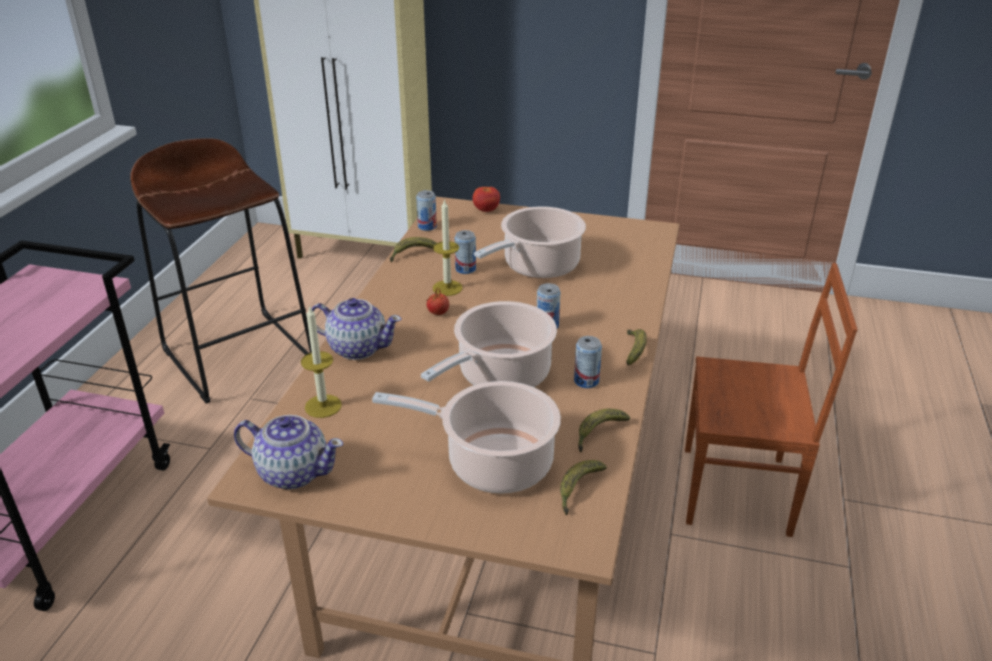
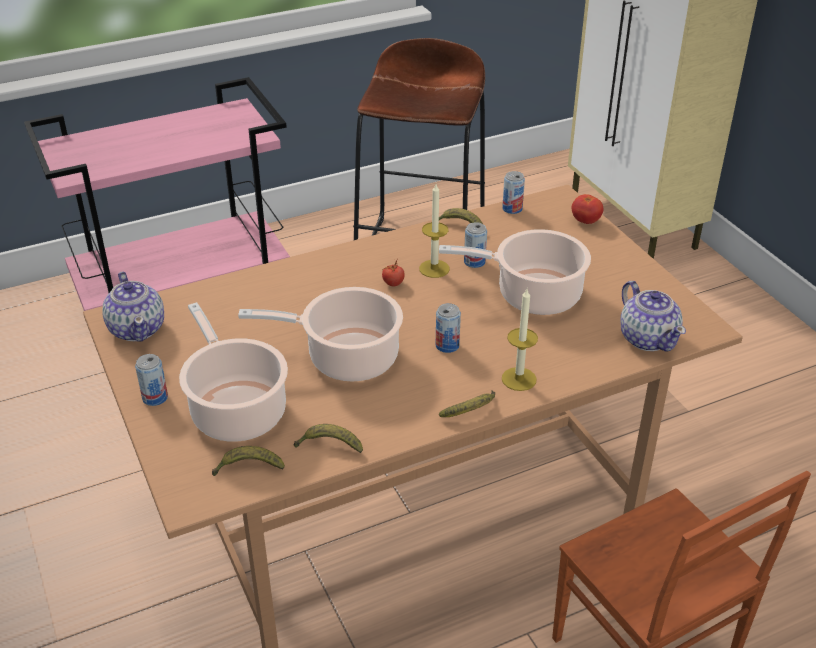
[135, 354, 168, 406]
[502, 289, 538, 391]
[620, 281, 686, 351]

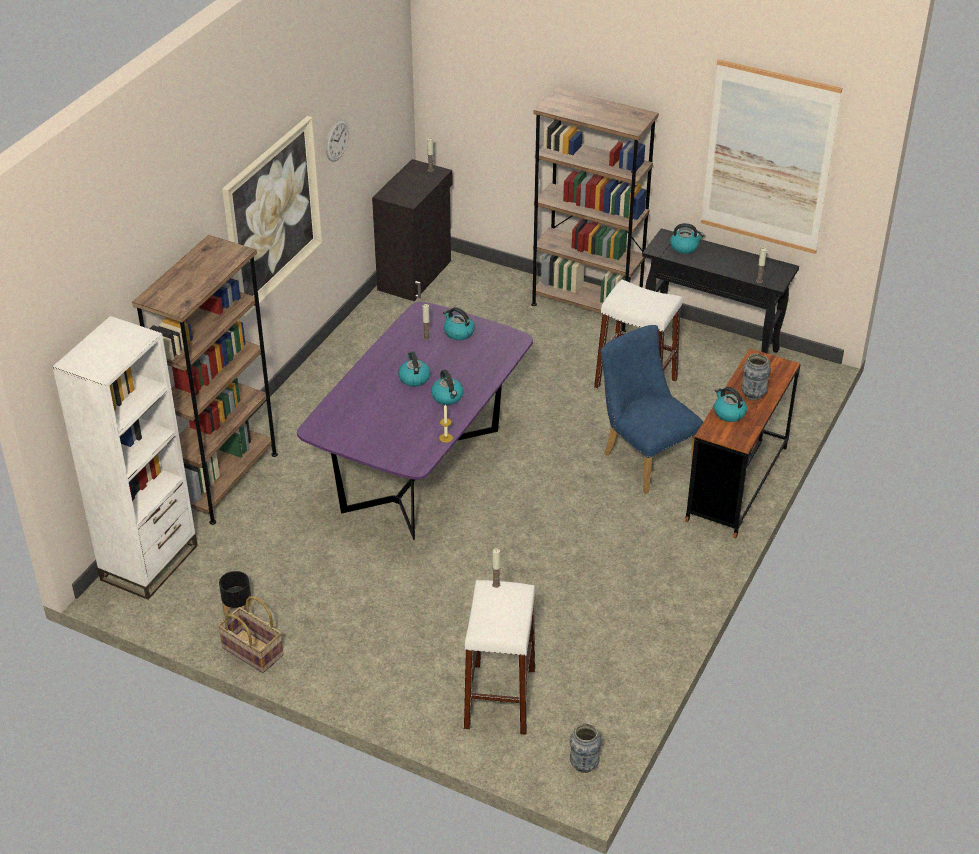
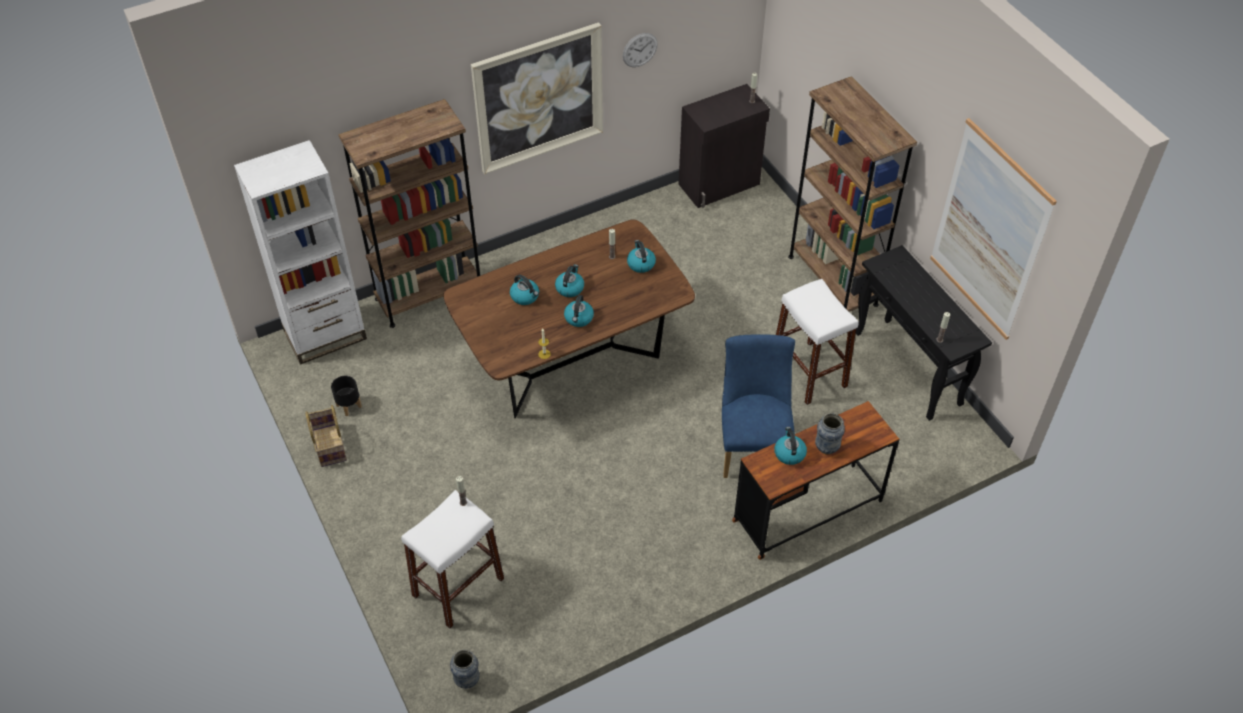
[443, 219, 695, 419]
[510, 275, 539, 305]

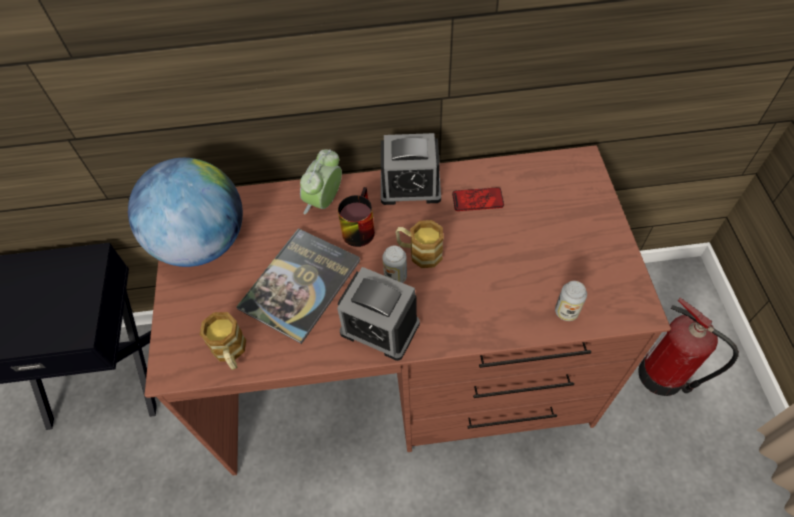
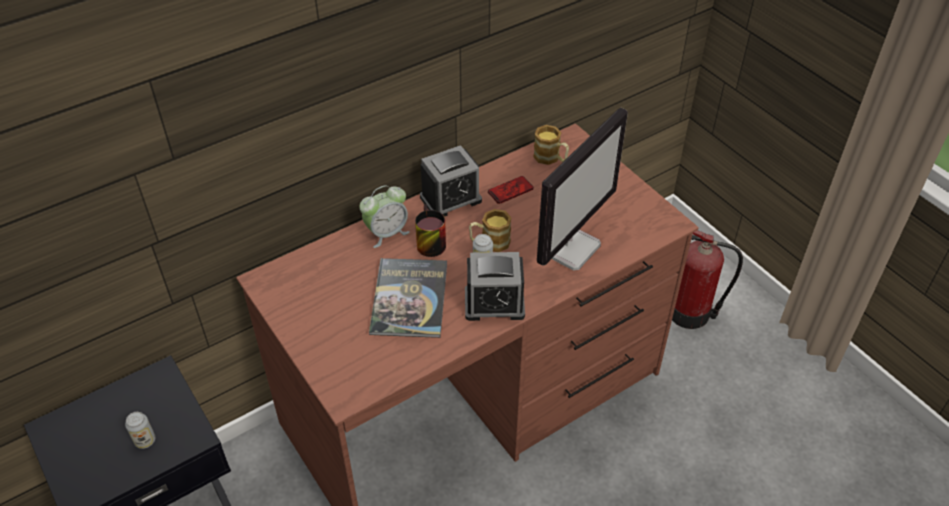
[125, 412, 155, 449]
[359, 185, 410, 248]
[533, 125, 569, 165]
[537, 108, 628, 270]
[128, 158, 243, 267] (first image)

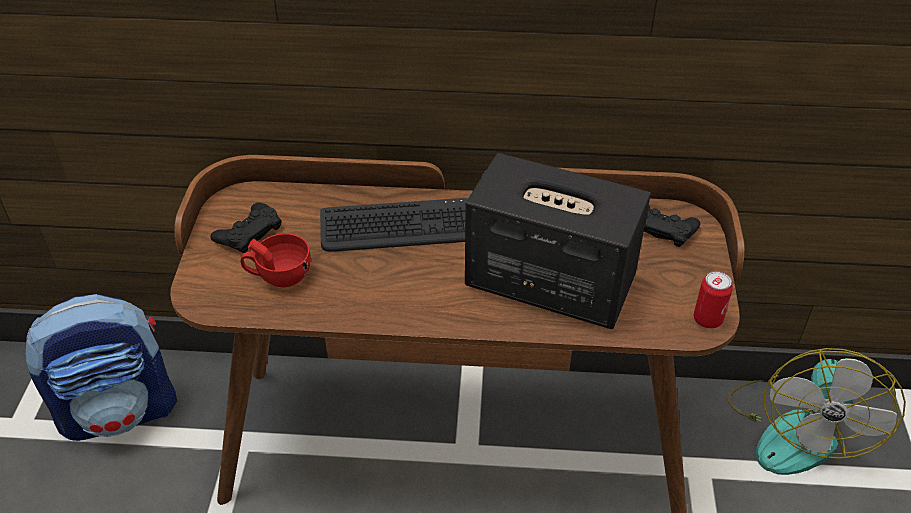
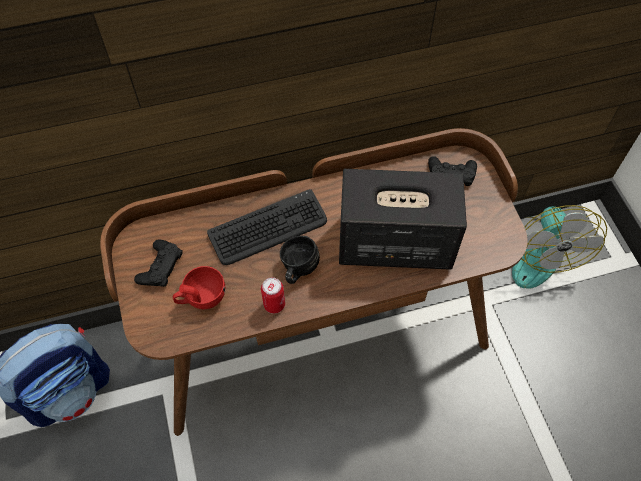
[261, 277, 285, 314]
[280, 235, 320, 284]

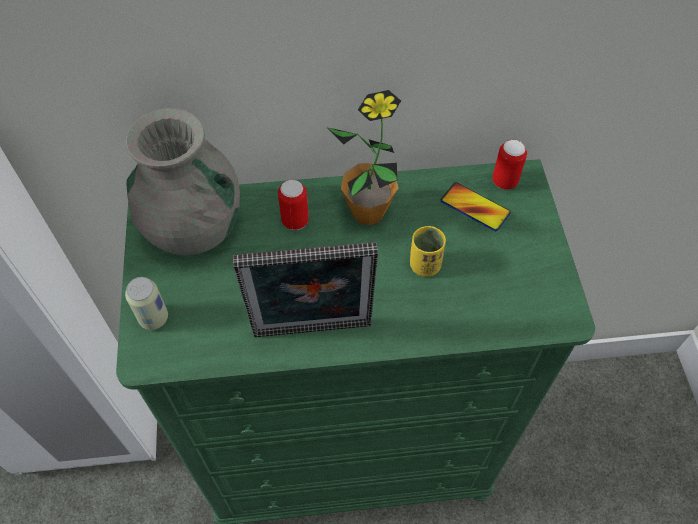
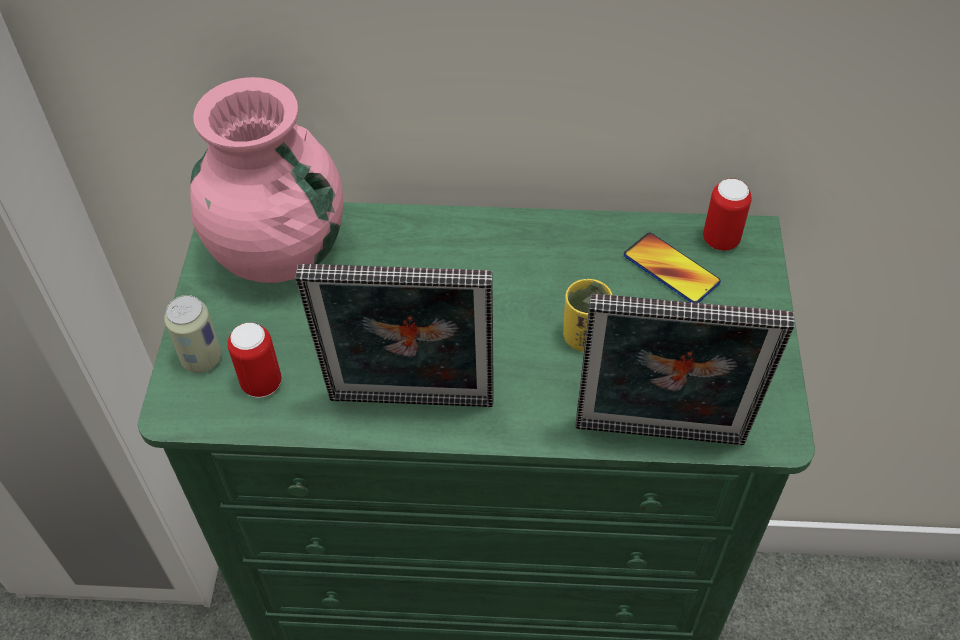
[190, 77, 343, 283]
[228, 322, 281, 398]
[576, 294, 795, 445]
[326, 90, 401, 225] (first image)

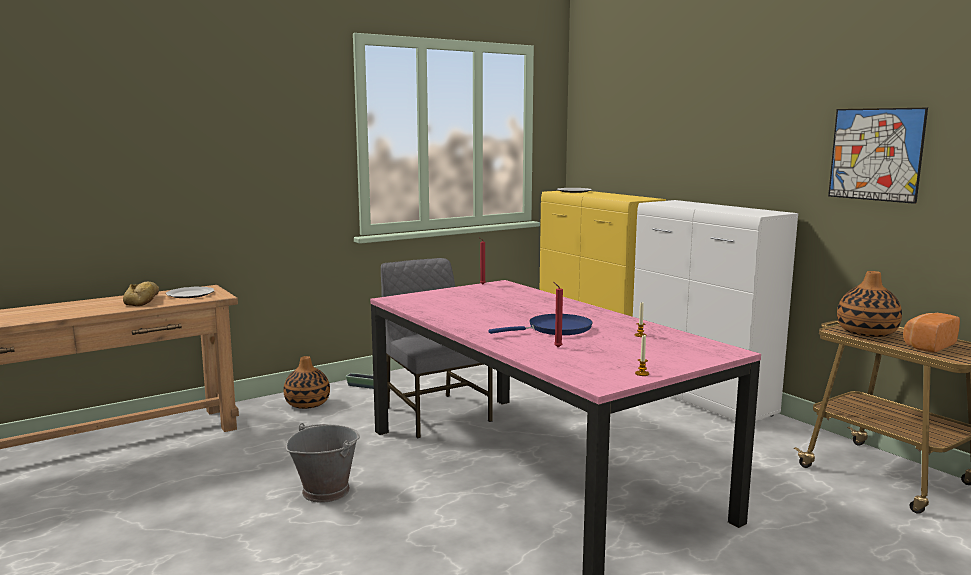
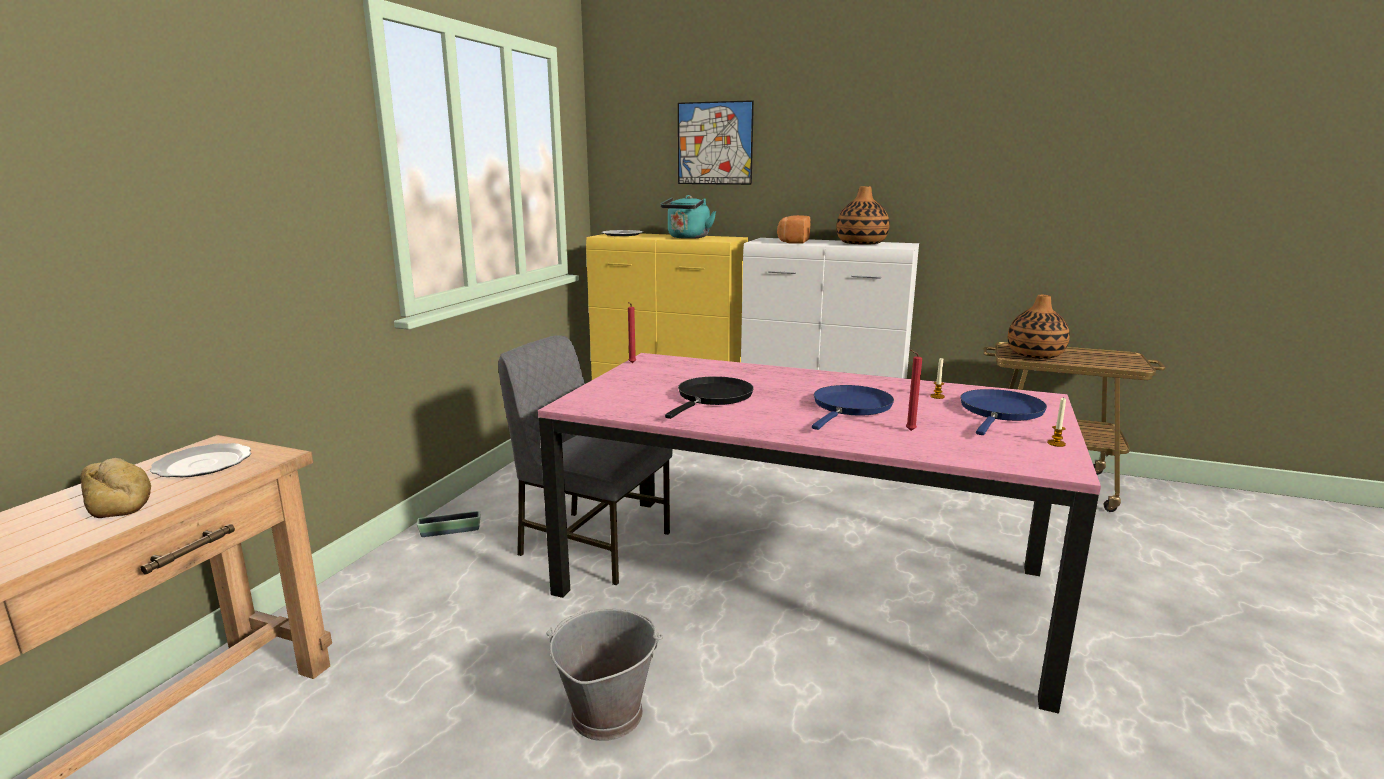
[660, 195, 716, 239]
[665, 376, 754, 419]
[678, 100, 754, 185]
[777, 215, 810, 244]
[836, 186, 890, 245]
[960, 389, 1047, 435]

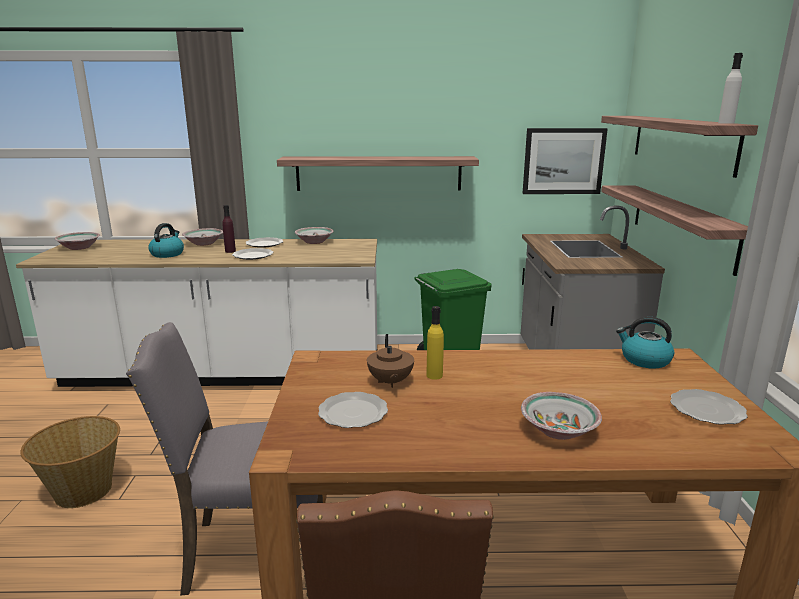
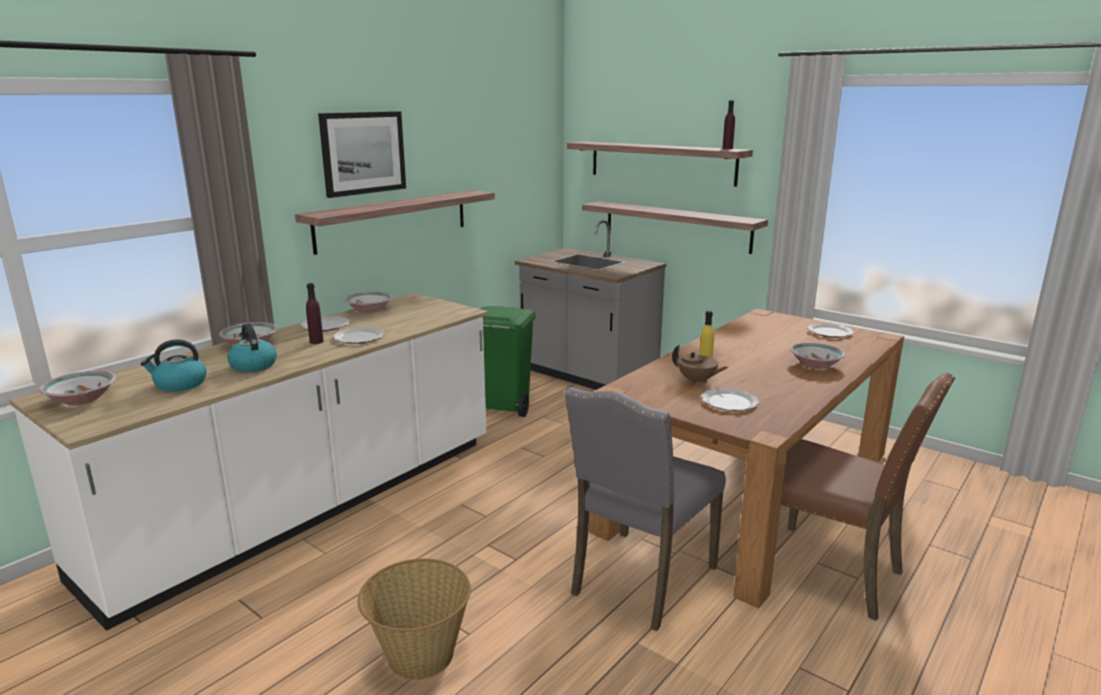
[140, 339, 207, 392]
[318, 111, 406, 198]
[722, 100, 735, 149]

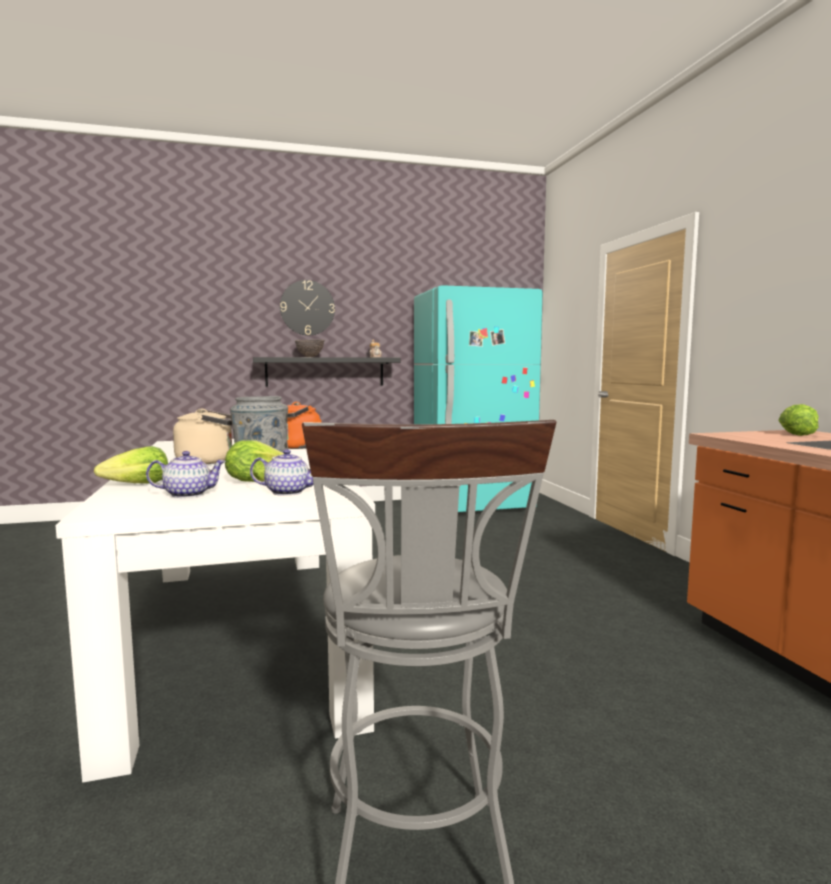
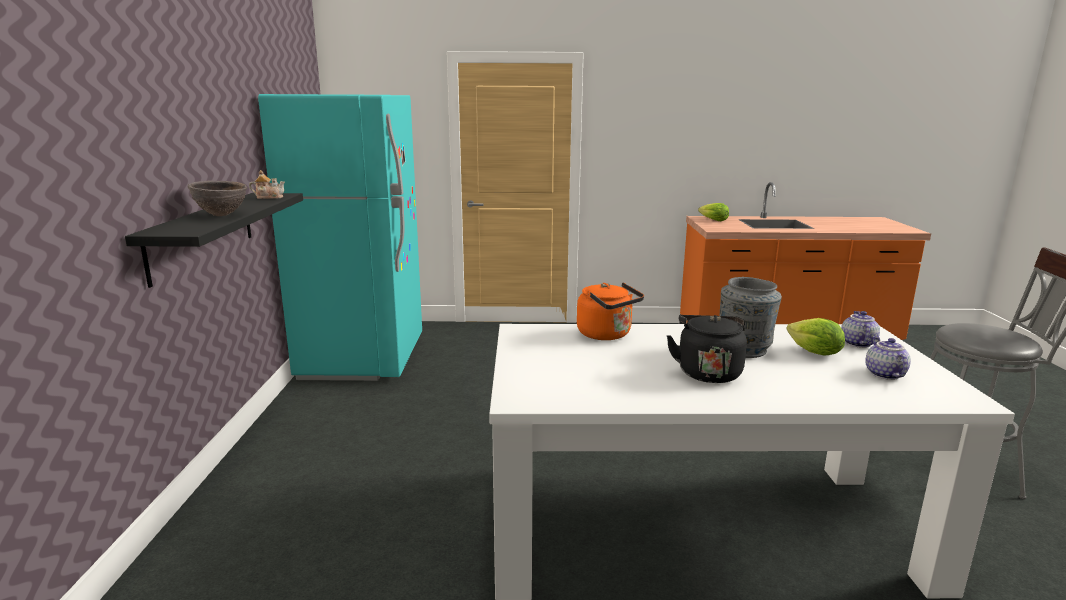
[667, 315, 747, 383]
[94, 446, 168, 483] (first image)
[280, 280, 335, 336] (first image)

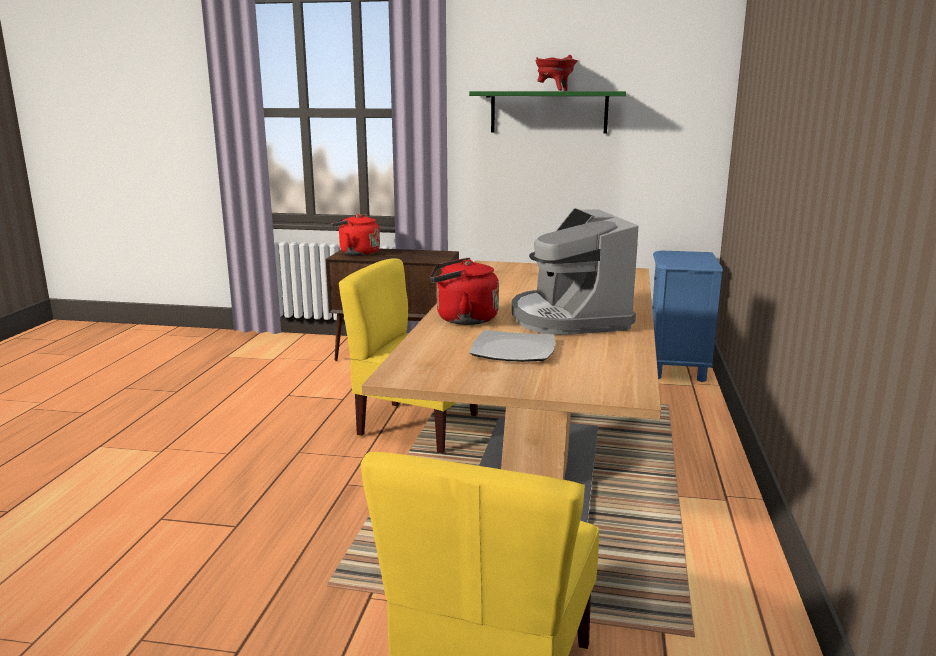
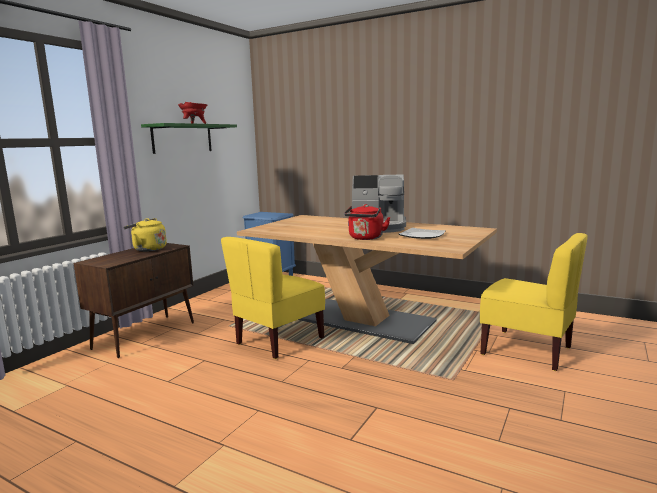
[124, 218, 167, 251]
[331, 214, 380, 256] (first image)

